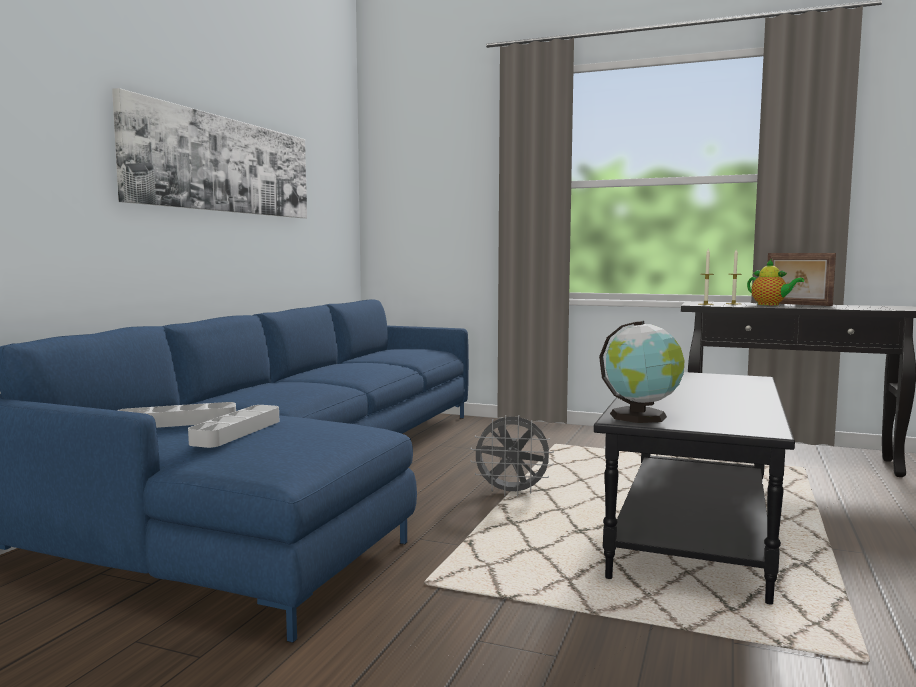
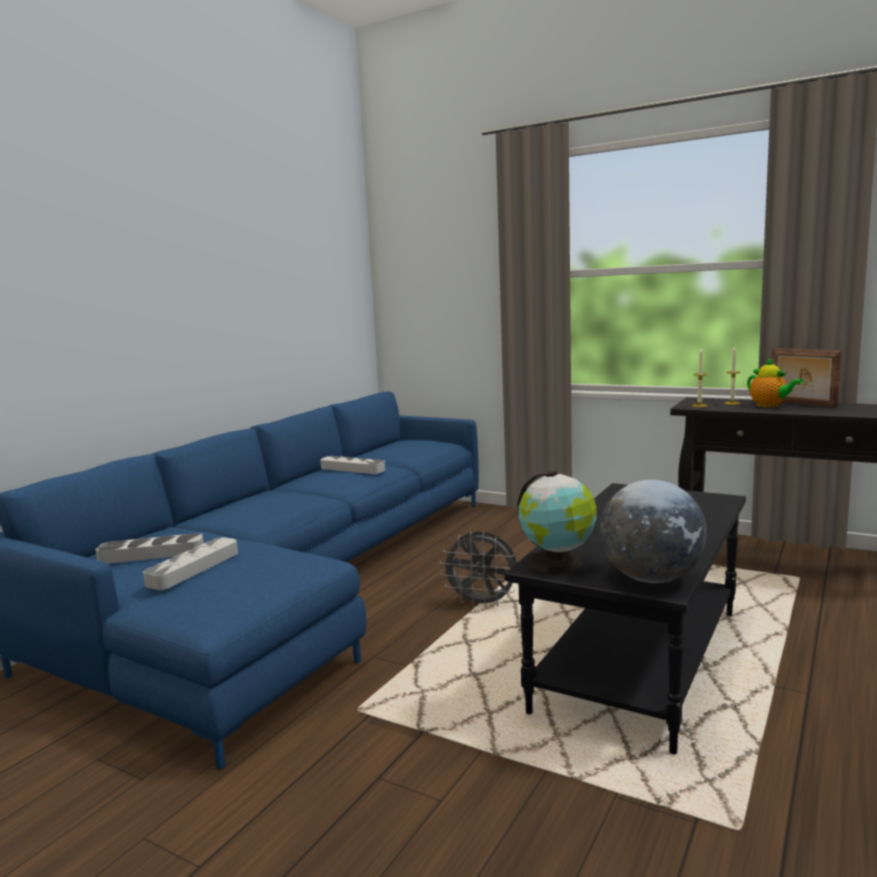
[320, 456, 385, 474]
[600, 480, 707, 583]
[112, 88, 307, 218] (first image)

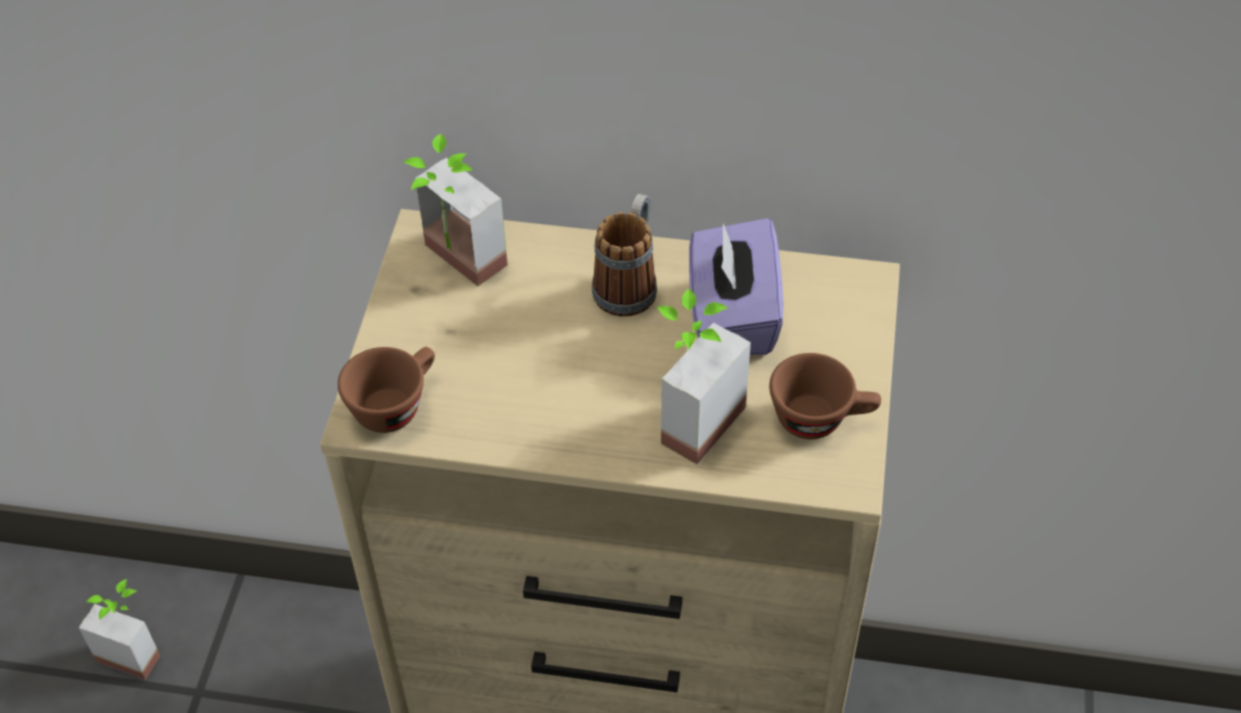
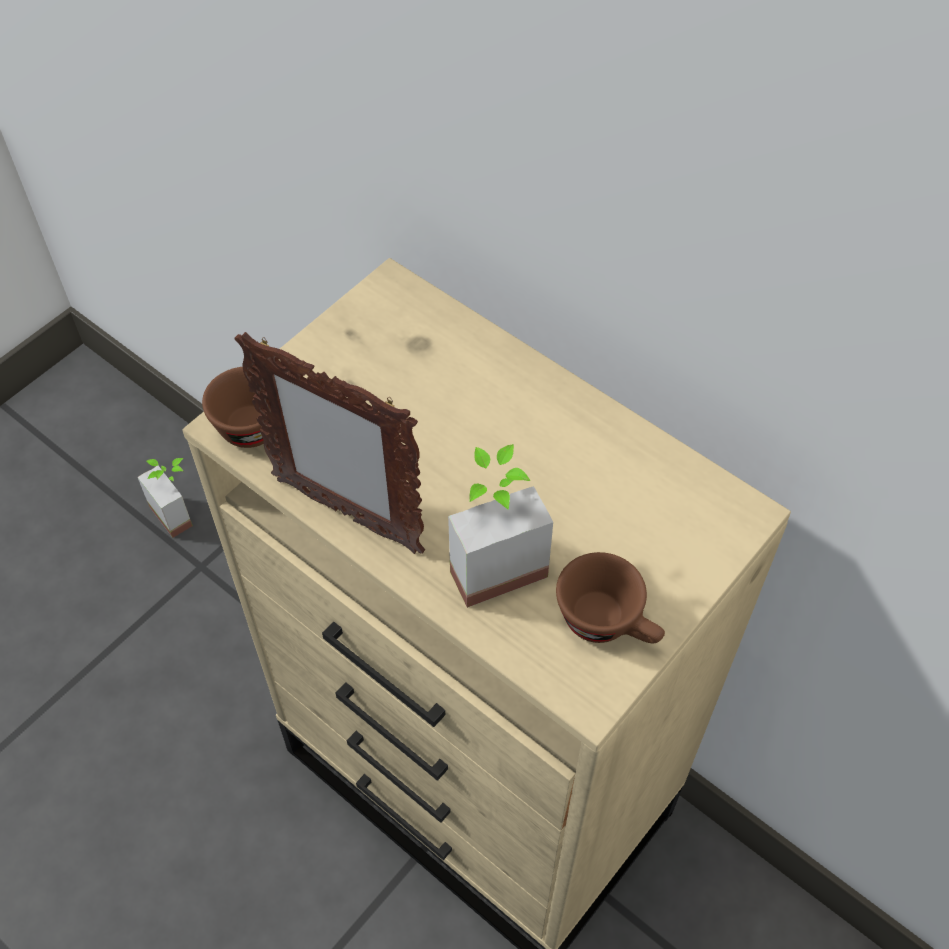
[234, 332, 425, 554]
[403, 134, 508, 286] (first image)
[592, 194, 657, 317] (first image)
[689, 218, 783, 355] (first image)

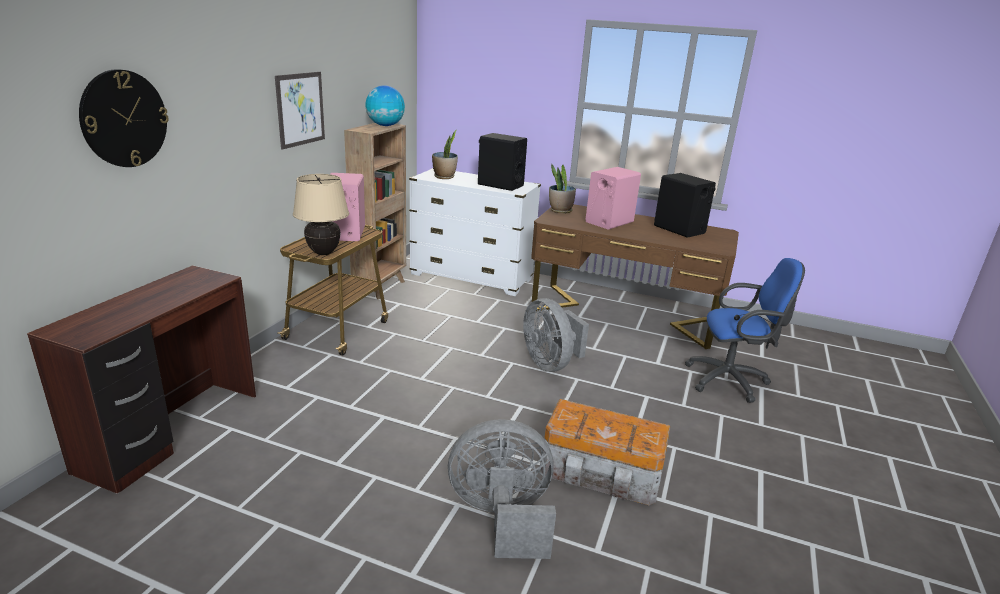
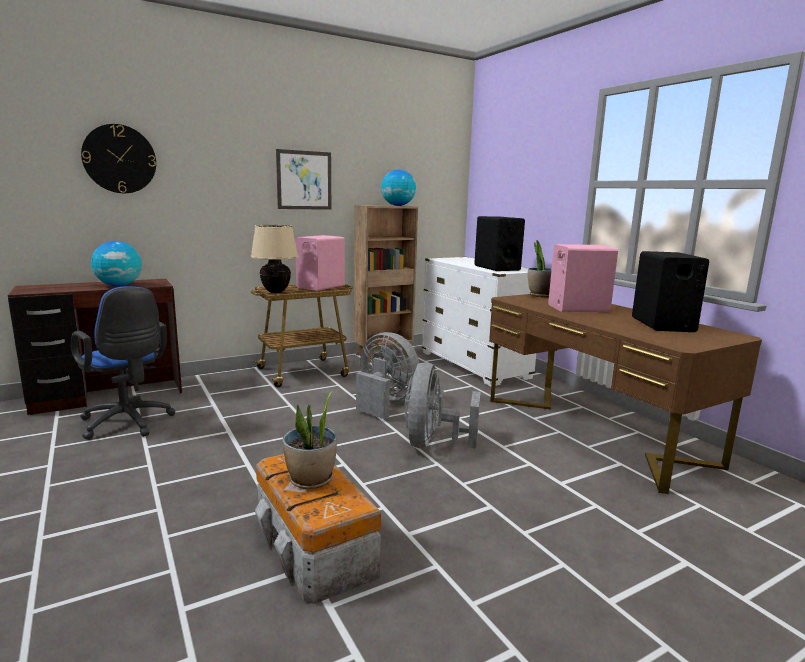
[71, 286, 176, 440]
[91, 241, 142, 286]
[283, 391, 337, 489]
[356, 332, 419, 419]

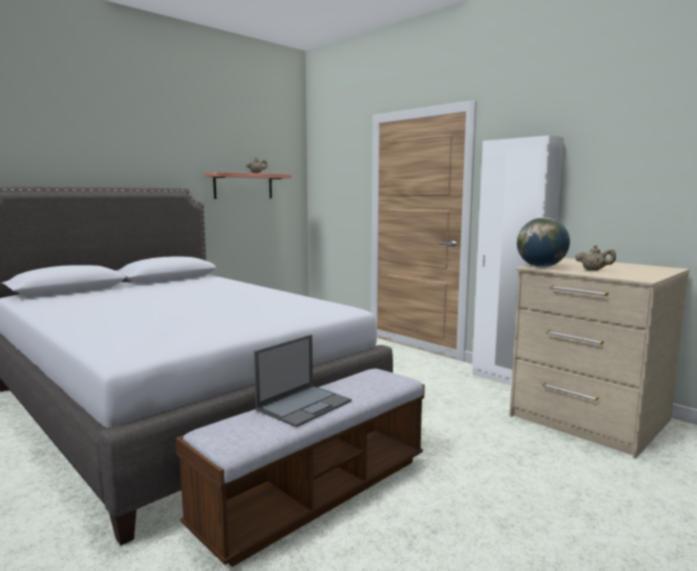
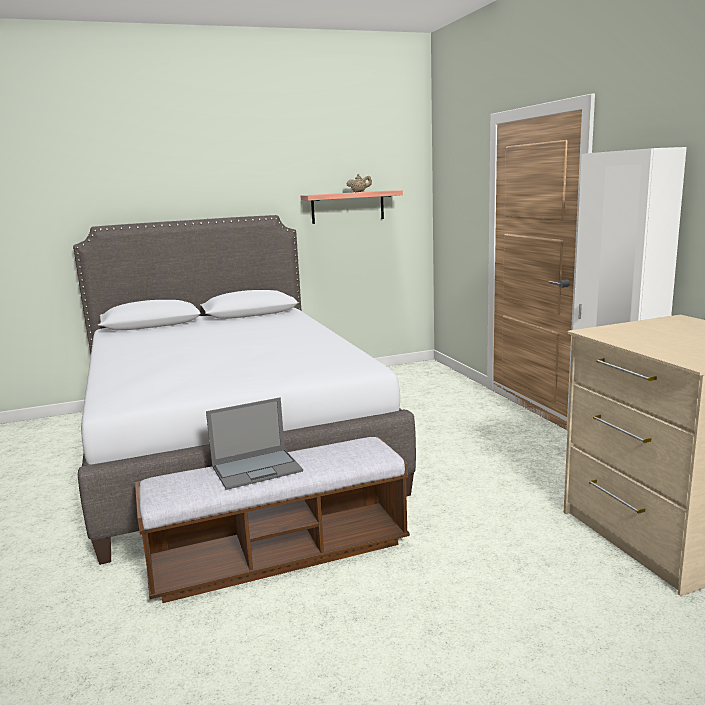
[517, 217, 570, 267] (first image)
[575, 245, 616, 271] (first image)

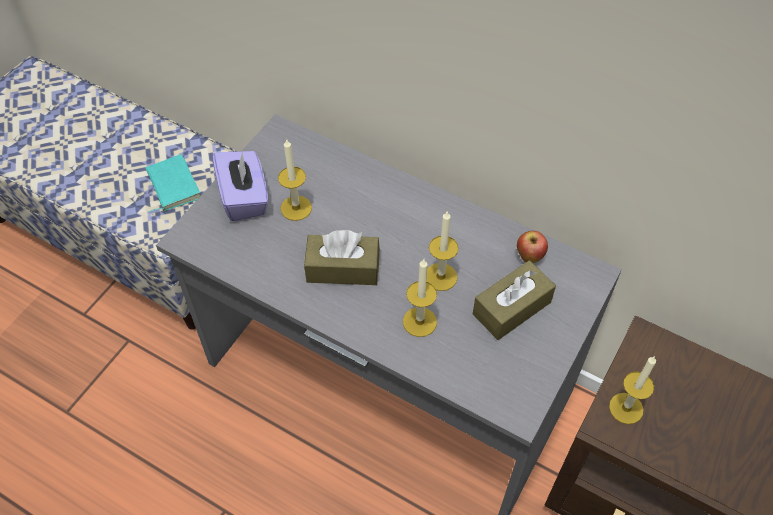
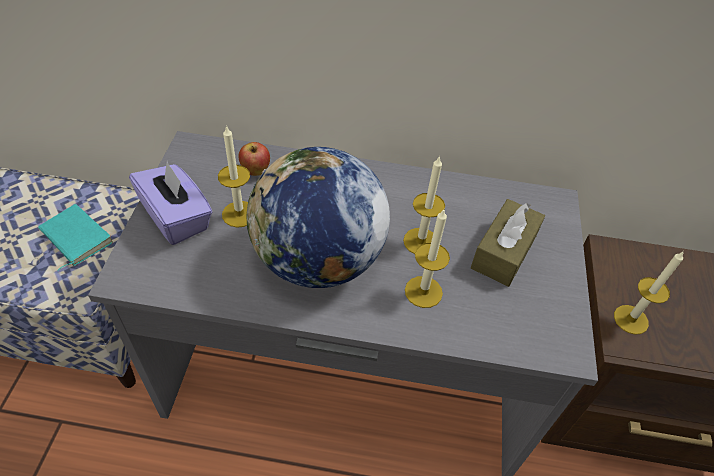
[238, 142, 270, 176]
[246, 147, 390, 288]

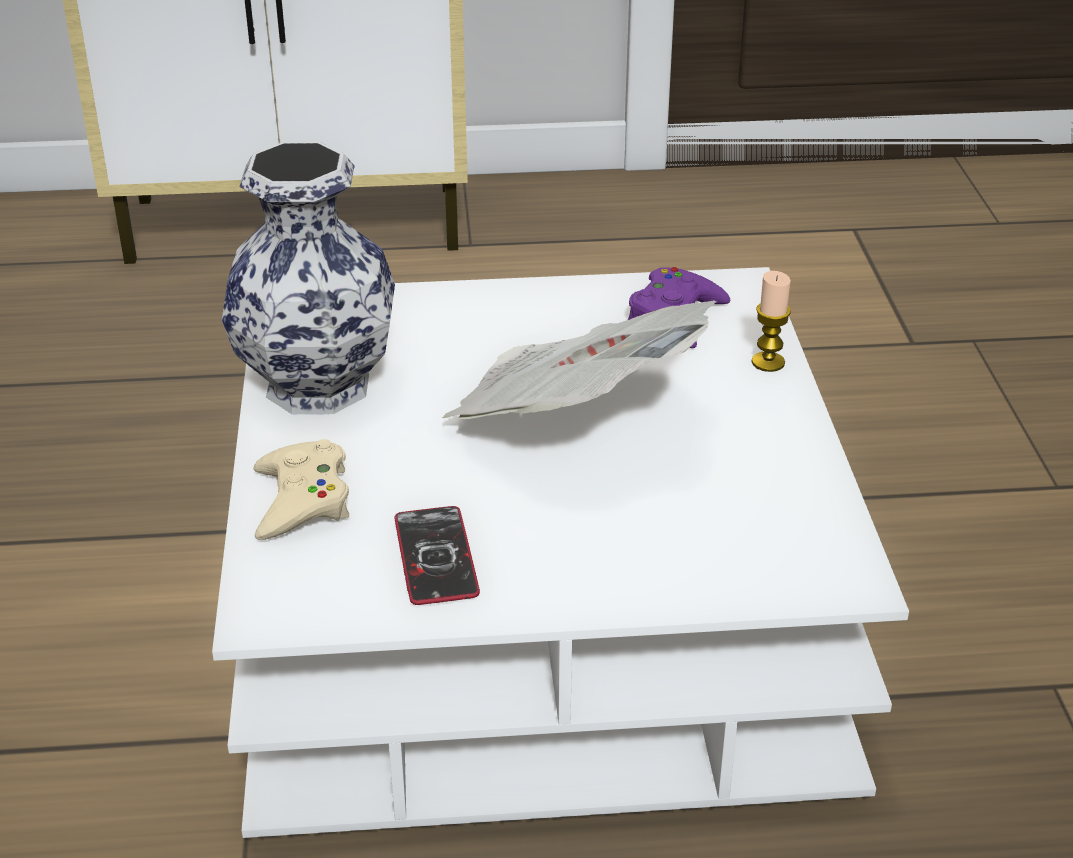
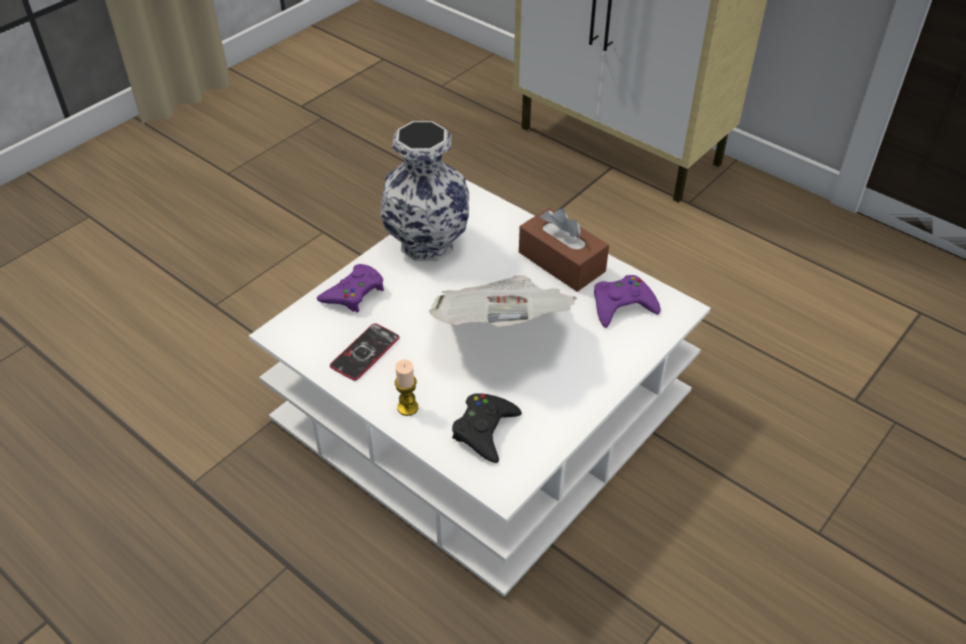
[317, 264, 384, 313]
[395, 359, 418, 416]
[452, 393, 522, 463]
[519, 208, 609, 292]

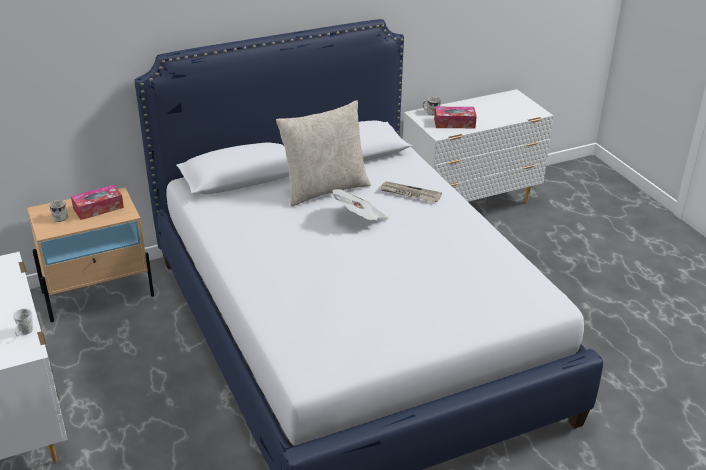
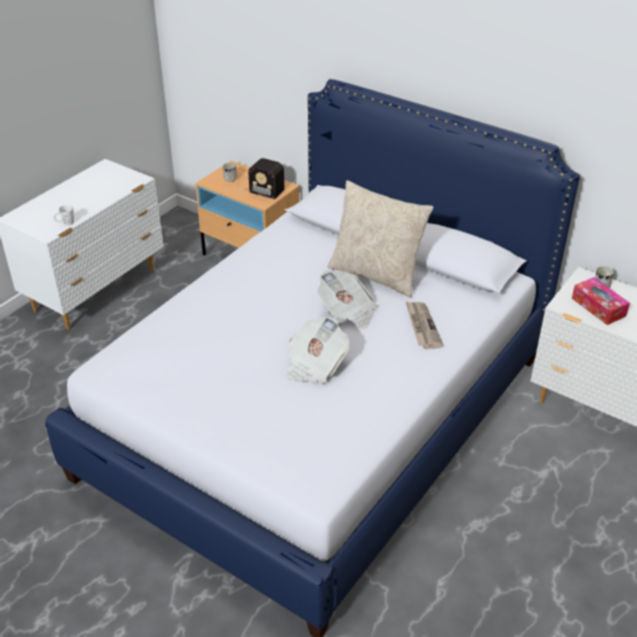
[237, 158, 285, 199]
[286, 317, 350, 384]

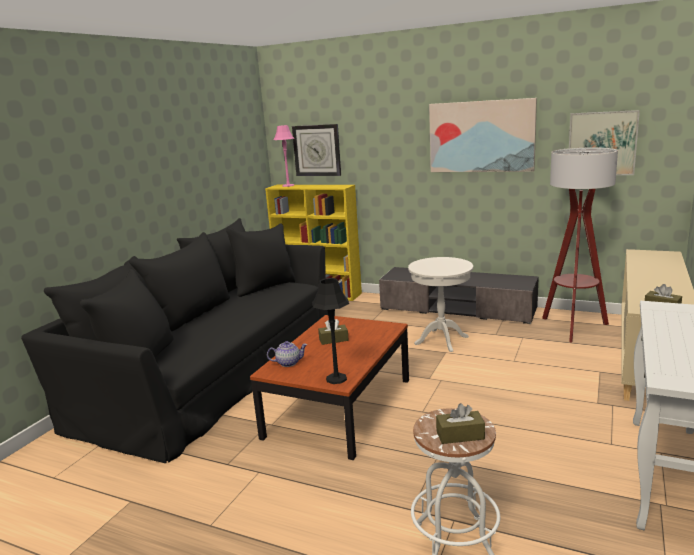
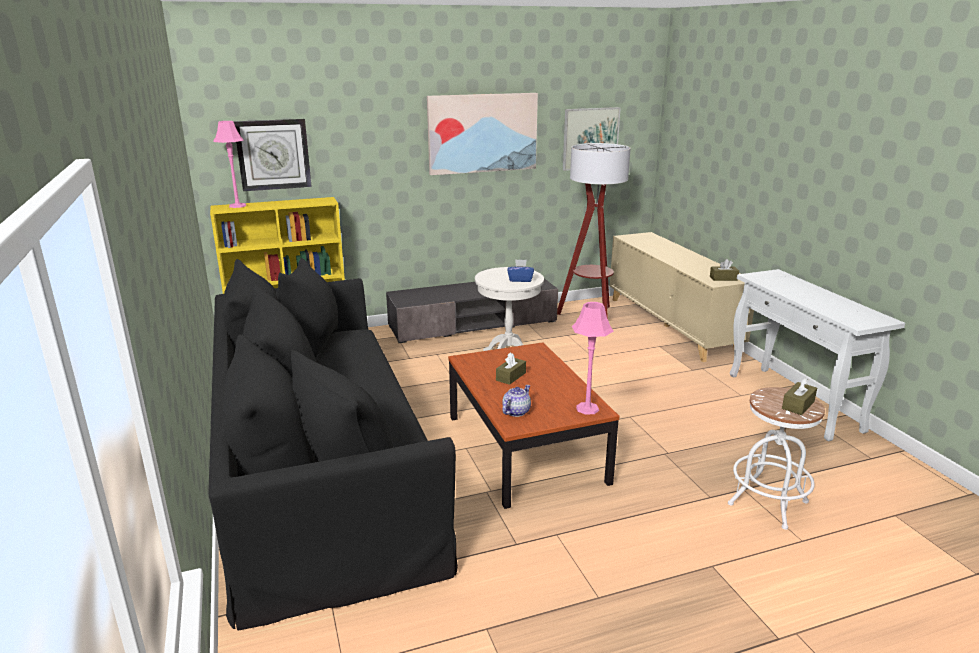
[507, 259, 534, 282]
[572, 302, 614, 415]

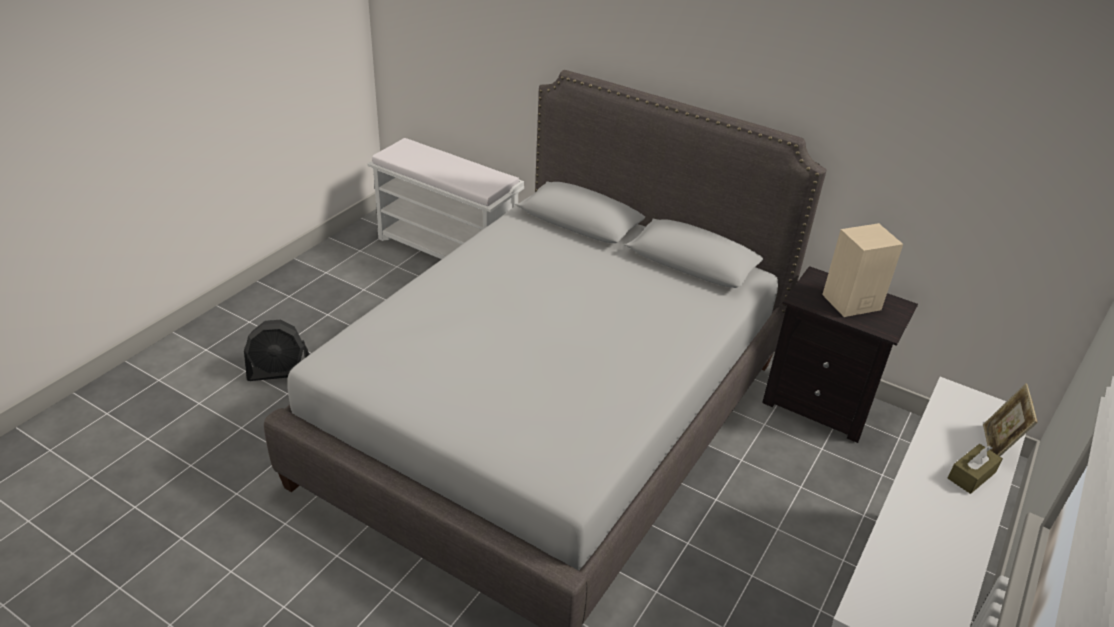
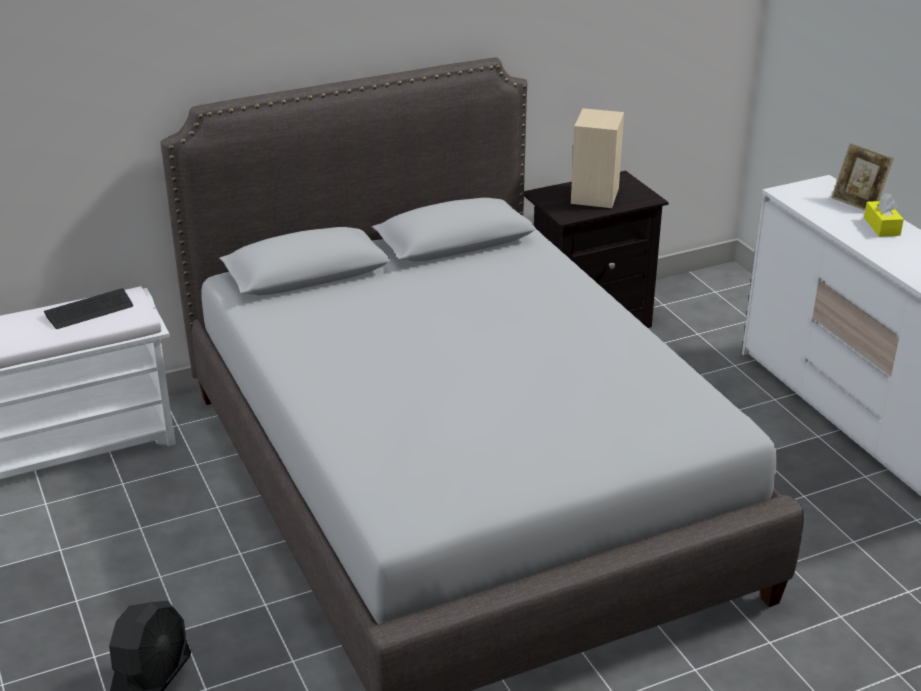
[44, 288, 133, 329]
[864, 193, 904, 237]

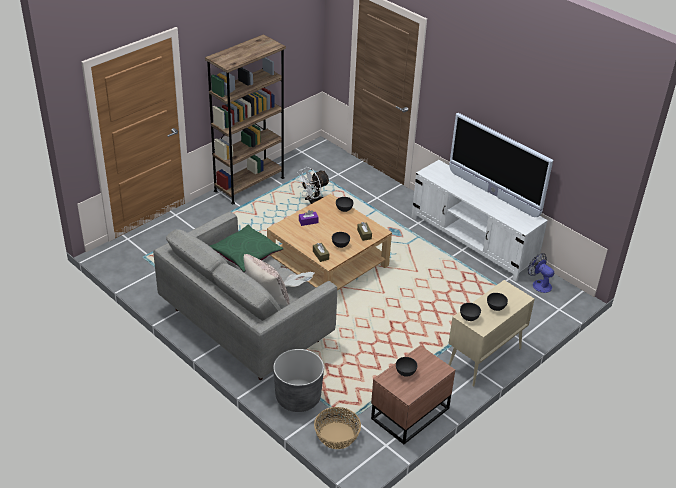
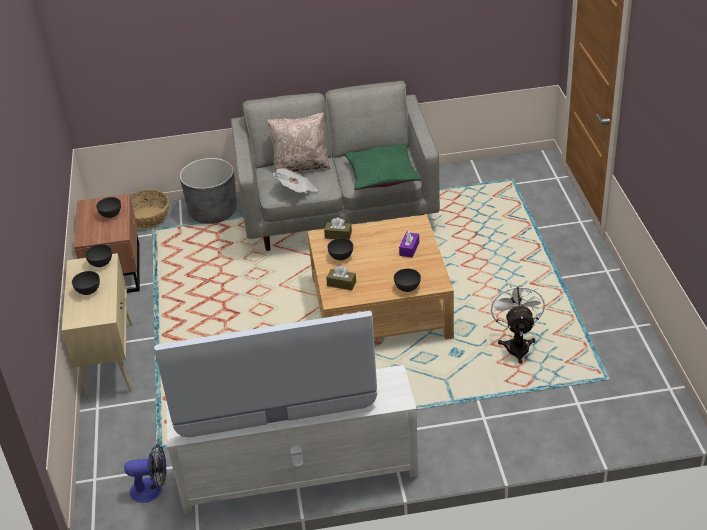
[205, 34, 286, 204] (first image)

